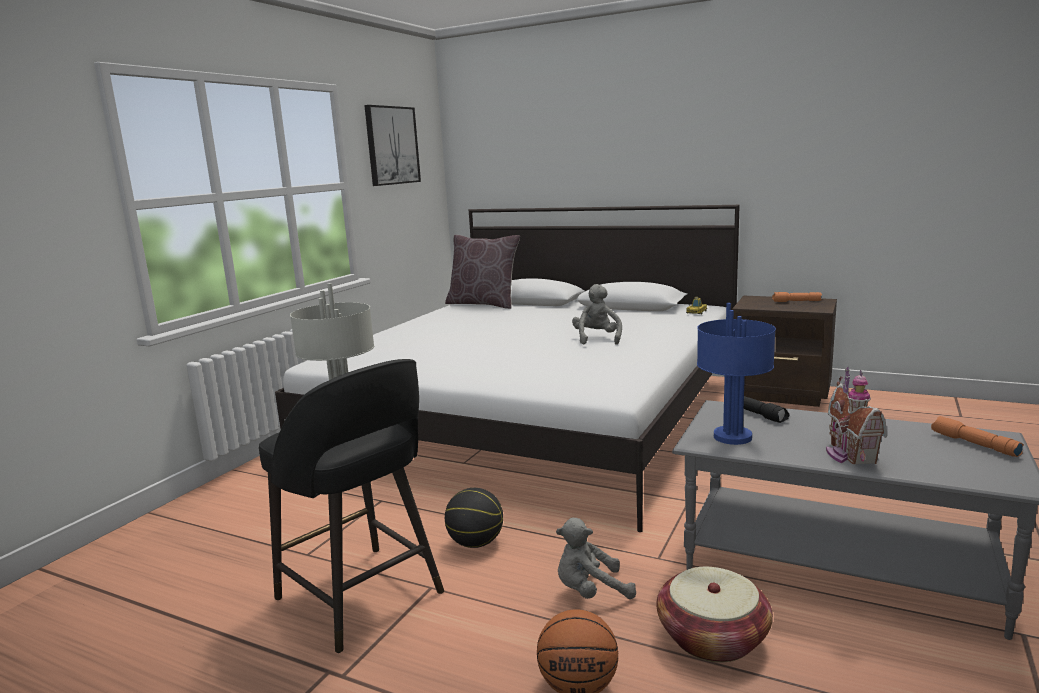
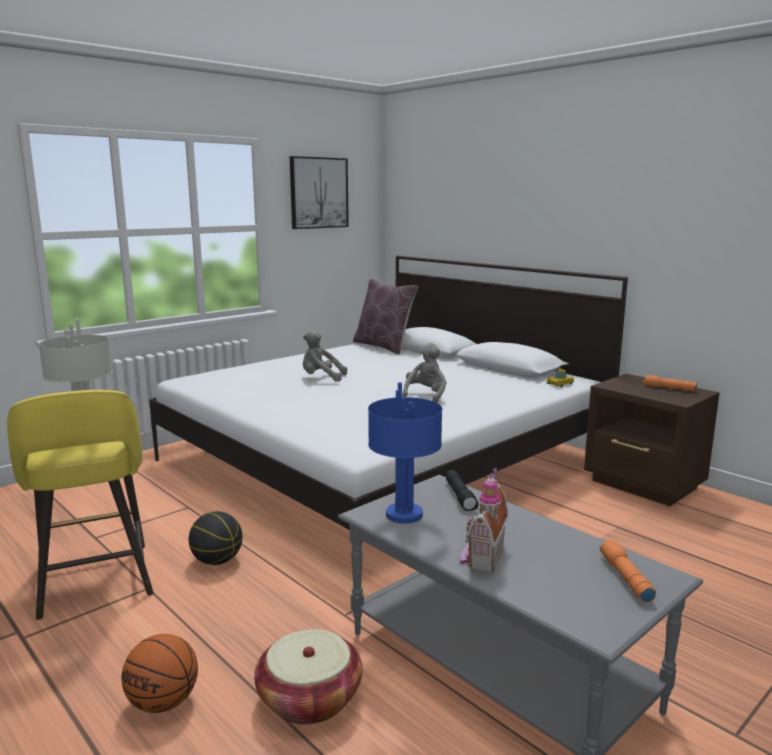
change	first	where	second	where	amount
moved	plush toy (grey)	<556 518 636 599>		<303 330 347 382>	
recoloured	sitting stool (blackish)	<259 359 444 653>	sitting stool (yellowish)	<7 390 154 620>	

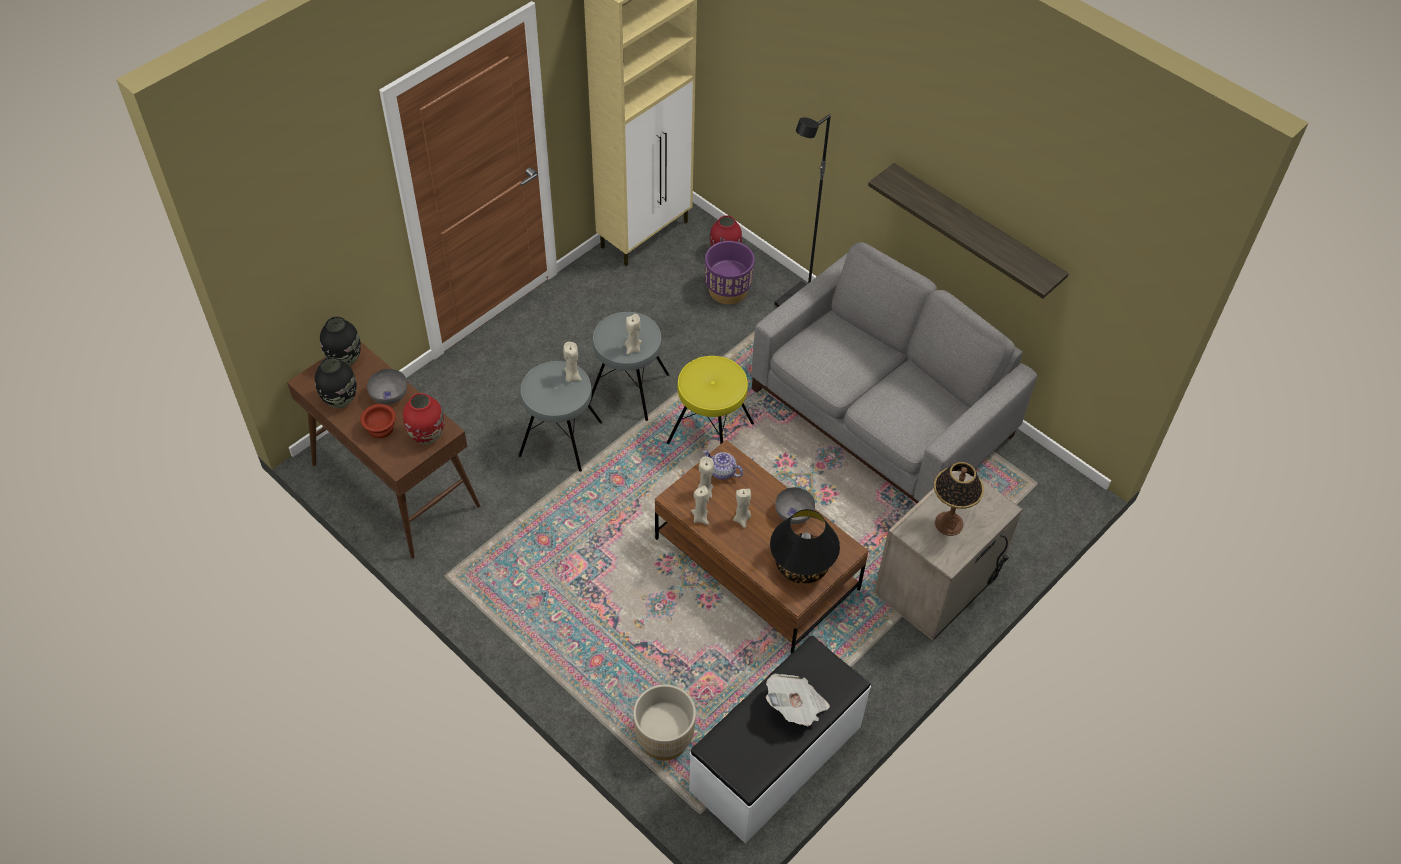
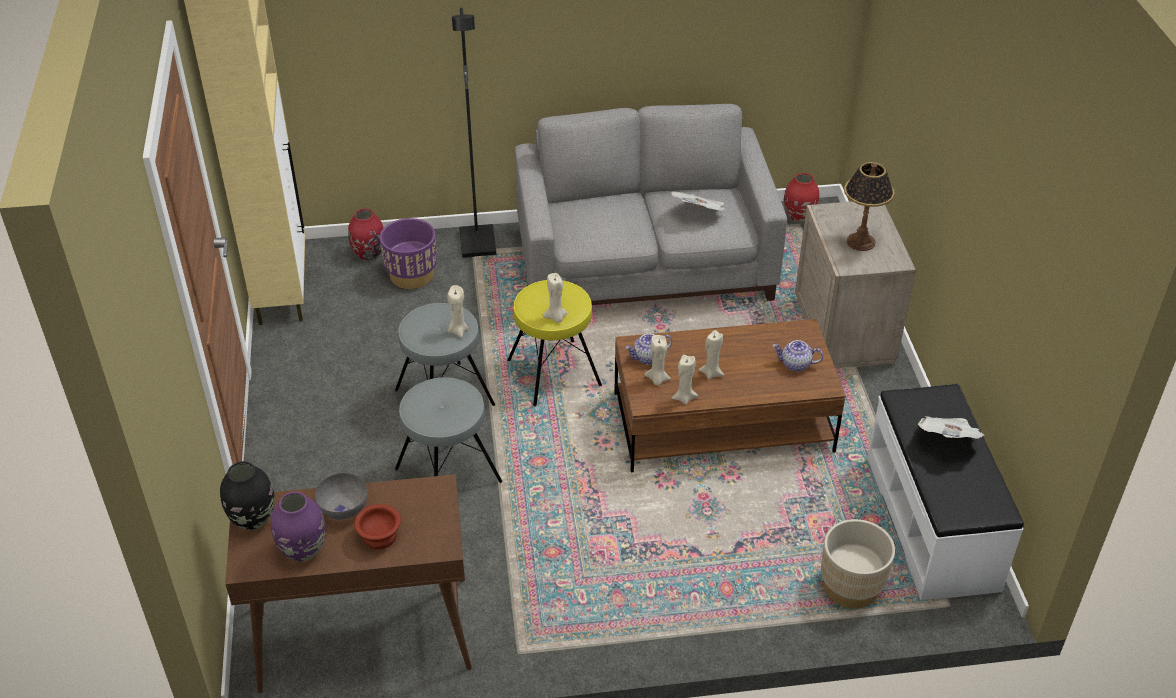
change	first	where	second	where	amount
removed	serving bowl (grey)	<775 487 815 524>			
removed	shelf	<868 163 1069 299>			
added			printed paper	<672 192 725 211>	
moved	vase (reddish)	<403 393 445 444>		<784 173 819 224>	
moved	candle (sand-coloured)	<563 342 582 383>		<543 273 568 322>	
replaced	lamp for a table (blackish)	<770 509 840 584>	pot for tea	<773 340 823 372>	
recoloured	vase (blackish)	<315 357 357 408>	vase (purple-coloured)	<271 492 326 562>	

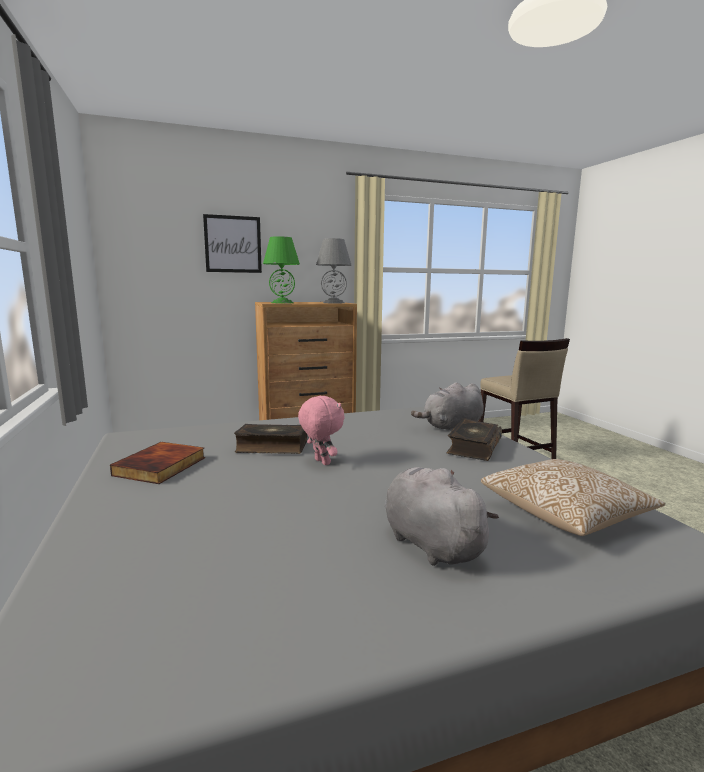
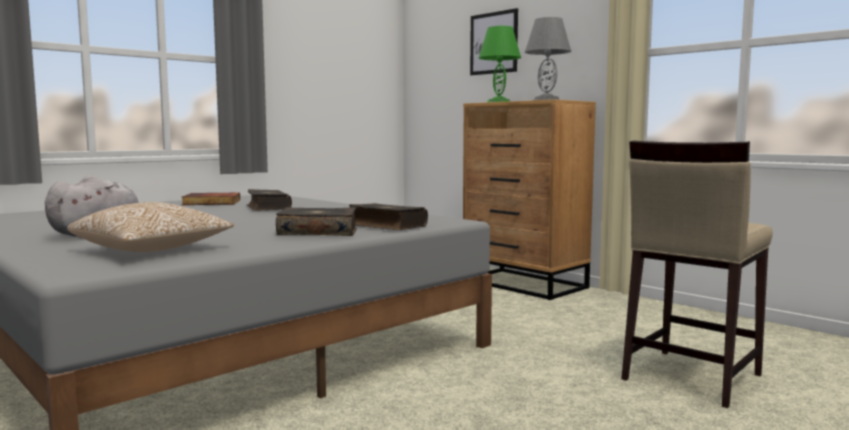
change	first	where	second	where	amount
removed	plush toy (pinkish)	<298 396 344 465>			
replaced	plush toy (grey)	<411 382 484 431>	volume	<349 203 428 230>	

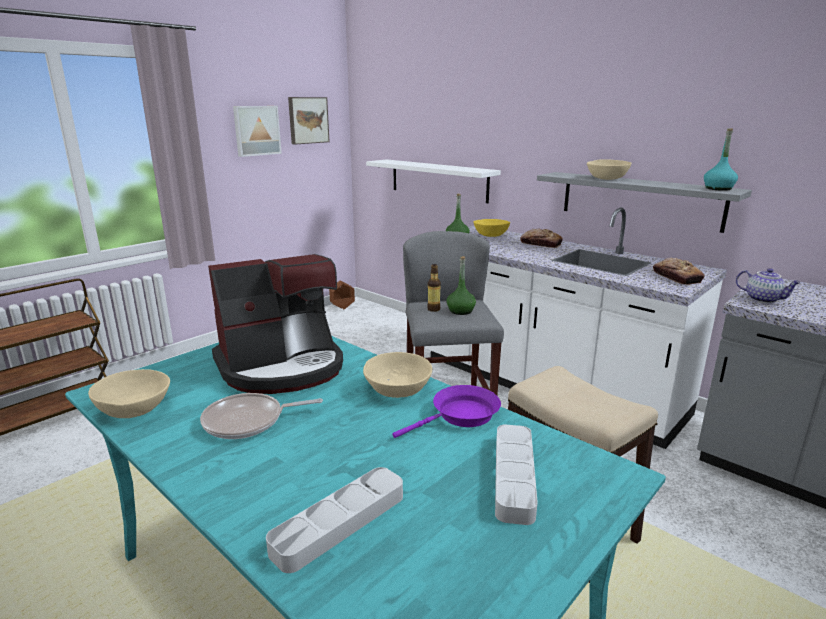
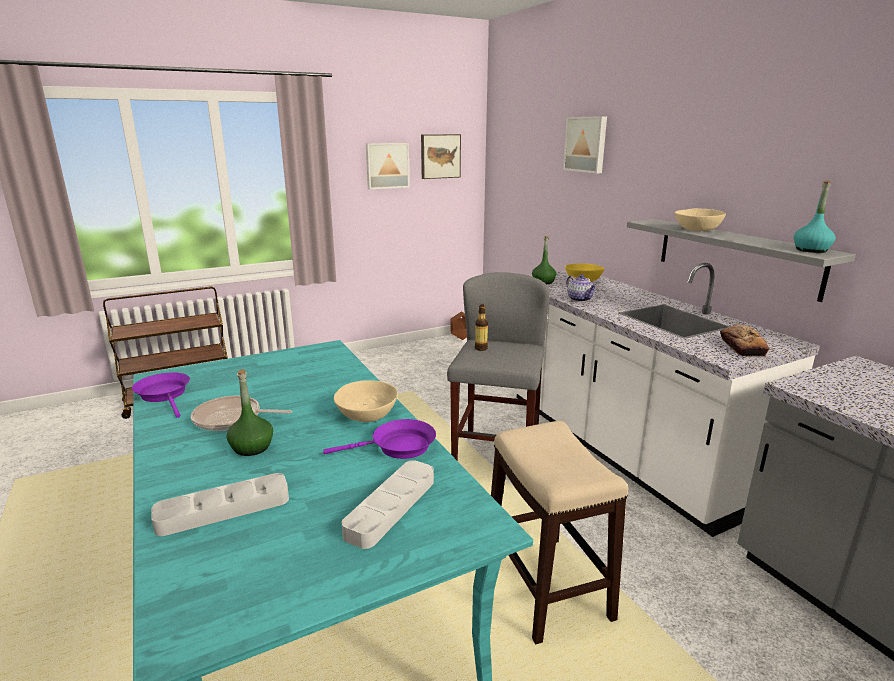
change	first	where	second	where	amount
removed	coffee brewer	<208 254 343 394>			
removed	shelf (white-coloured)	<366 159 501 203>			
removed	bakery bread	<520 229 563 248>			
added			wall art	<563 116 607 174>	
moved	beverage bottle (green)	<446 256 476 315>		<226 369 273 456>	
moved	pot for tea	<736 268 801 303>		<566 274 597 302>	
replaced	serving bowl (sand-coloured)	<88 369 170 418>	pan (purple-coloured)	<132 372 190 418>	

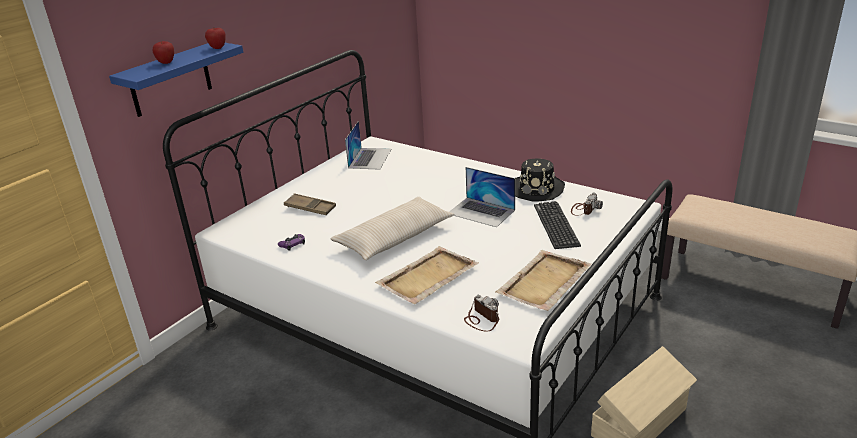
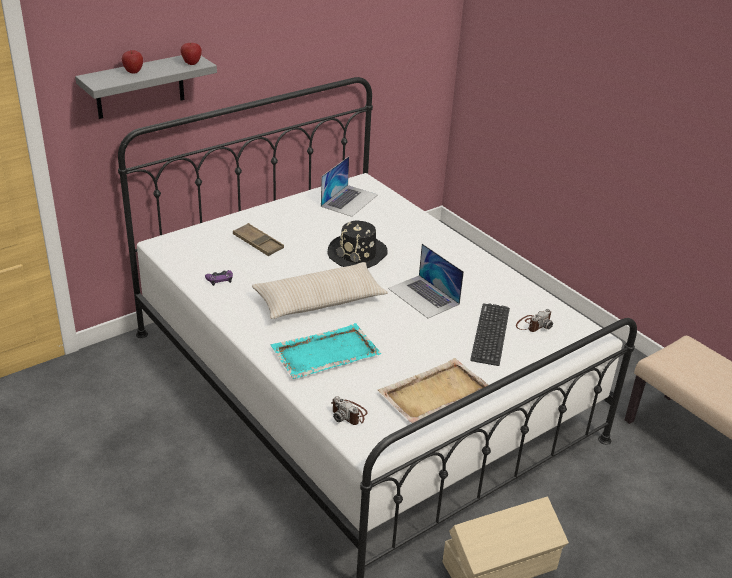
change	first	where	second	where	amount
moved	hat (blackish)	<515 159 565 202>		<327 221 388 268>	
recoloured	shelf (blue)	<109 43 243 117>	shelf (grey)	<75 55 217 119>	
recoloured	serving tray (sand-coloured)	<375 246 479 304>	serving tray (turquoise)	<270 323 382 379>	
turned	still camera	<464 295 499 332>		<331 396 368 425>	150 degrees clockwise

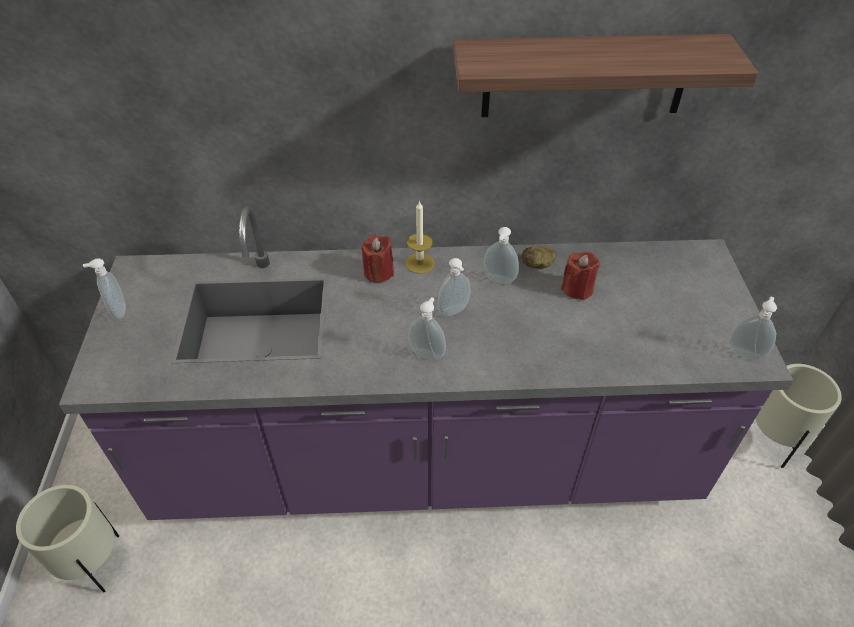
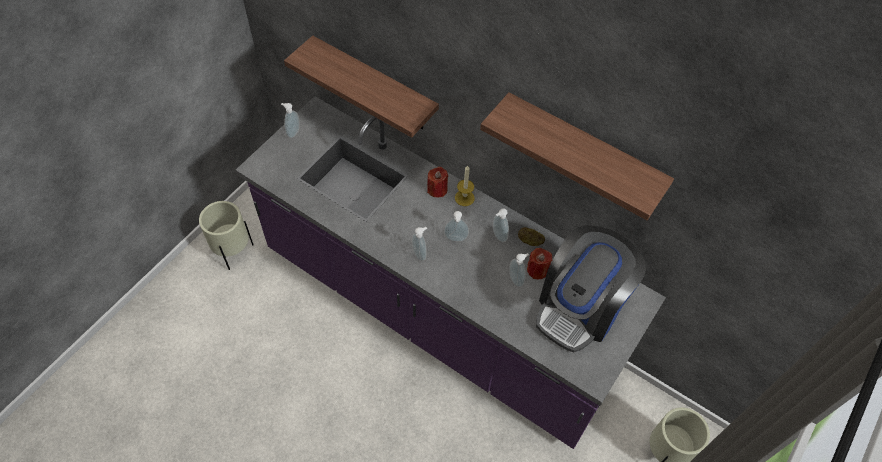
change	first	where	second	where	amount
added			shelf	<284 36 439 138>	
added			coffee brewer	<536 225 646 353>	
moved	liquid soap bottle	<729 297 777 360>		<509 253 529 287>	

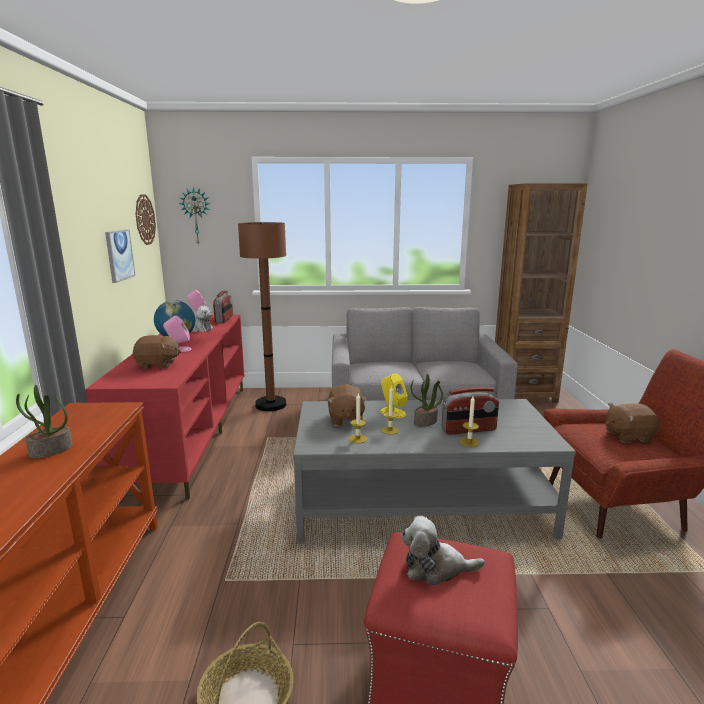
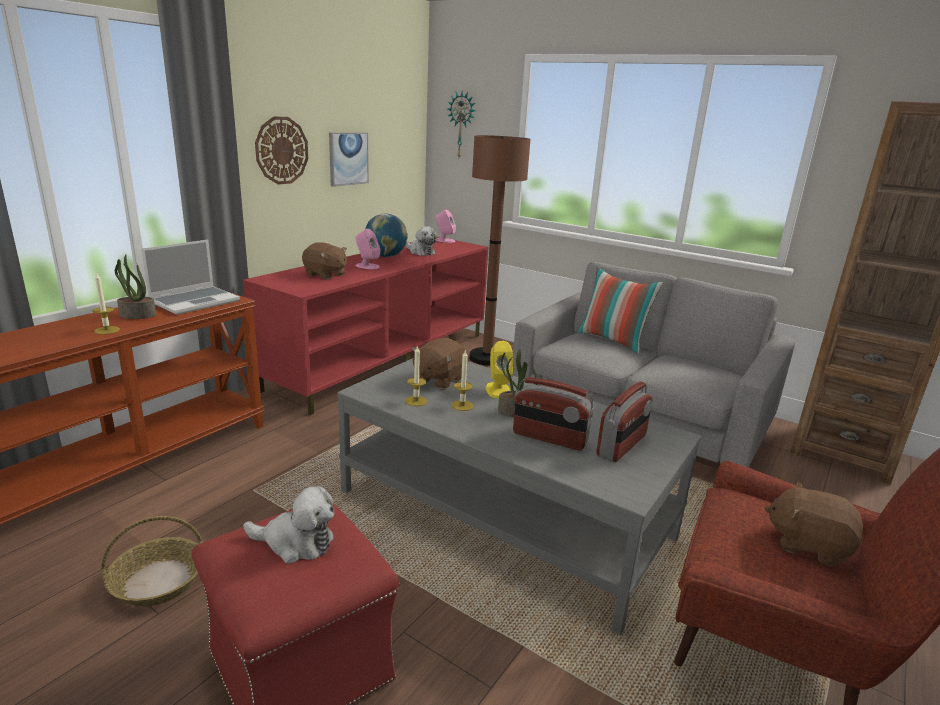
change	first	where	second	where	amount
added			portable computer	<141 239 240 315>	
added			cushion	<577 268 663 354>	
moved	wall clock	<136 194 156 245>		<255 117 308 185>	
moved	radio set	<213 290 233 323>		<596 381 652 462>	
moved	candle	<460 397 479 447>		<92 272 120 334>	
turned	plush toy	<402 516 485 586>		<243 486 334 564>	150 degrees clockwise

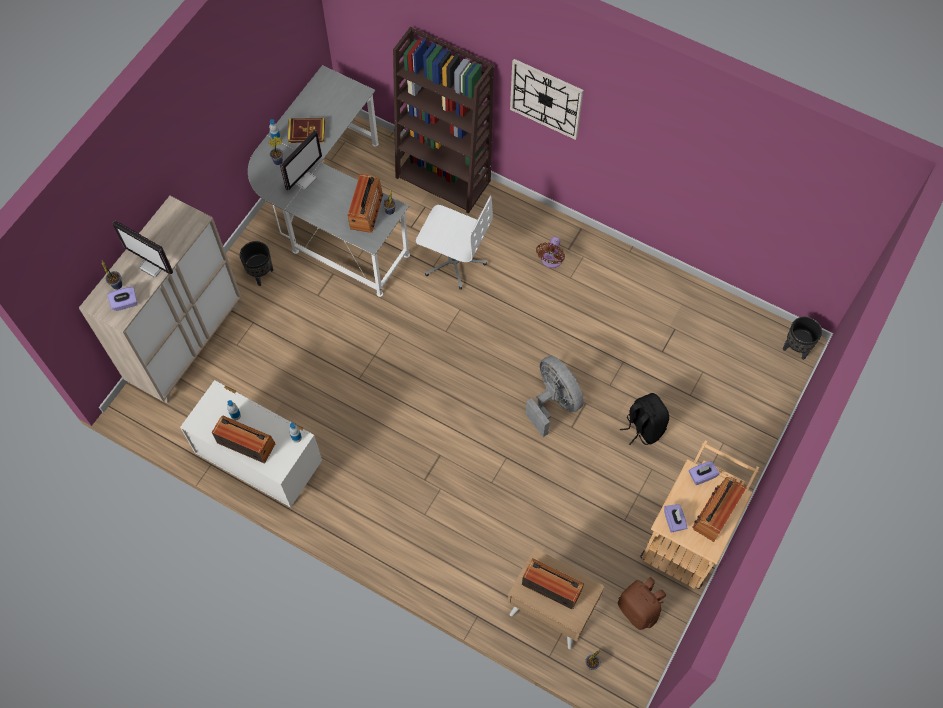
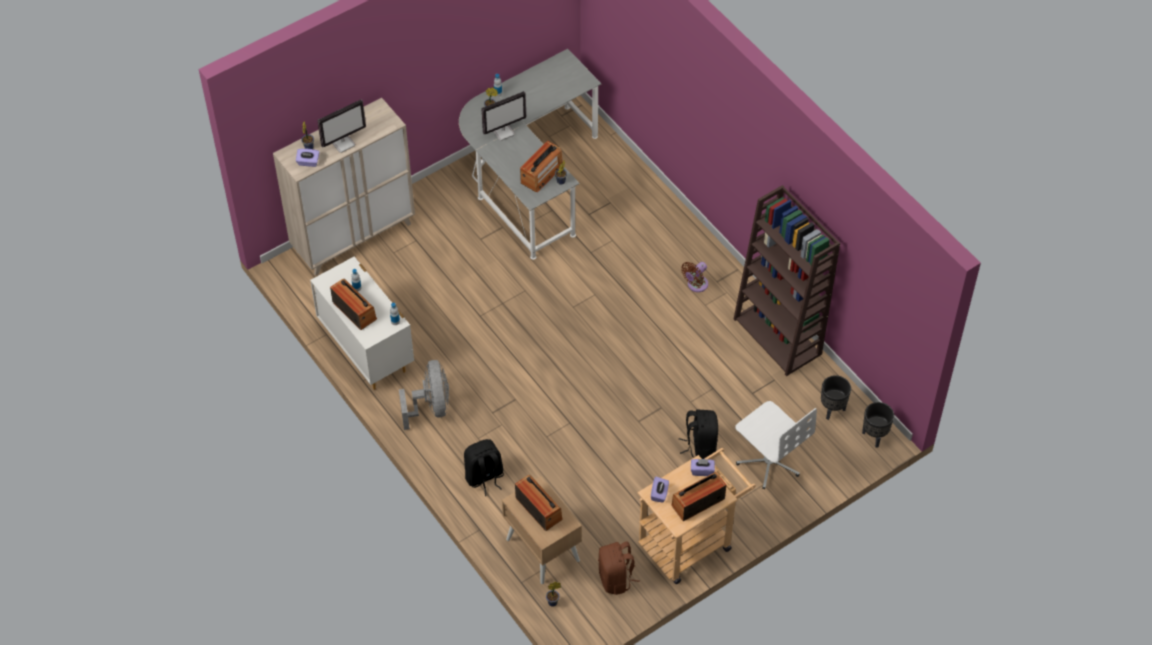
change	first	where	second	where	amount
removed	volume	<288 118 325 143>			
removed	wall clock	<510 59 584 140>			
added			rucksack (blackish)	<464 439 504 496>	
moved	plant pot (blackish)	<240 241 273 286>		<821 375 851 420>	
moved	shelving unit (brown-coloured)	<393 27 494 213>		<734 185 840 376>	
moved	desk chair (white-coloured)	<416 196 493 289>		<735 401 817 489>	
moved	cooling fan (grey)	<525 356 584 437>		<399 360 449 430>	
turned	computer display	<112 221 173 277>		<317 100 366 153>	90 degrees counterclockwise

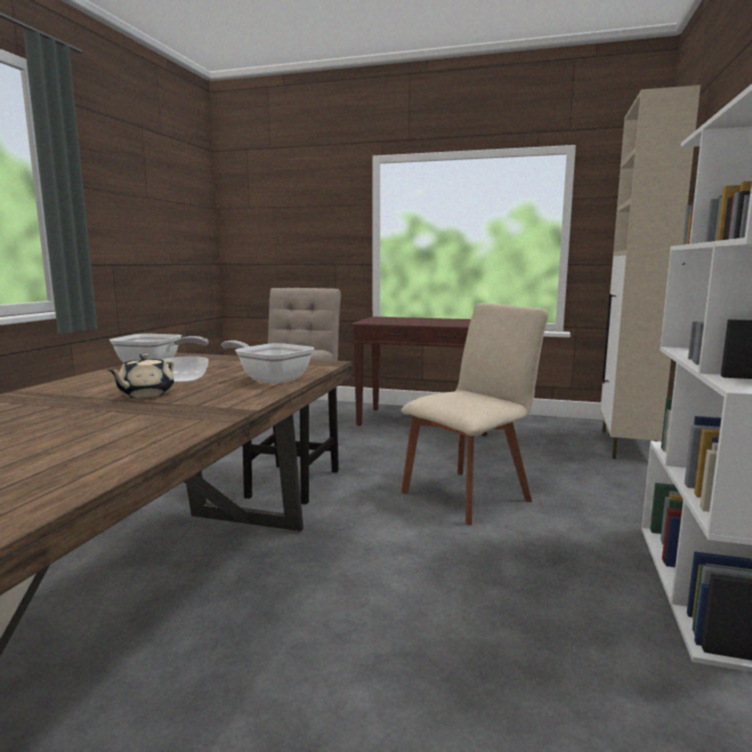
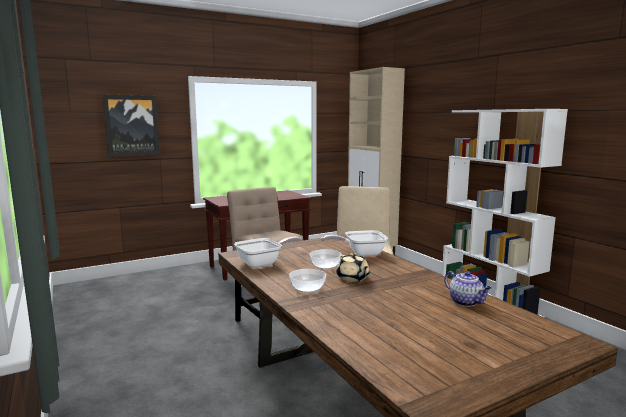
change	first	where	second	where	amount
added			wall art	<102 95 160 157>	
added			serving bowl	<289 269 326 293>	
added			pot for tea	<444 271 492 306>	

